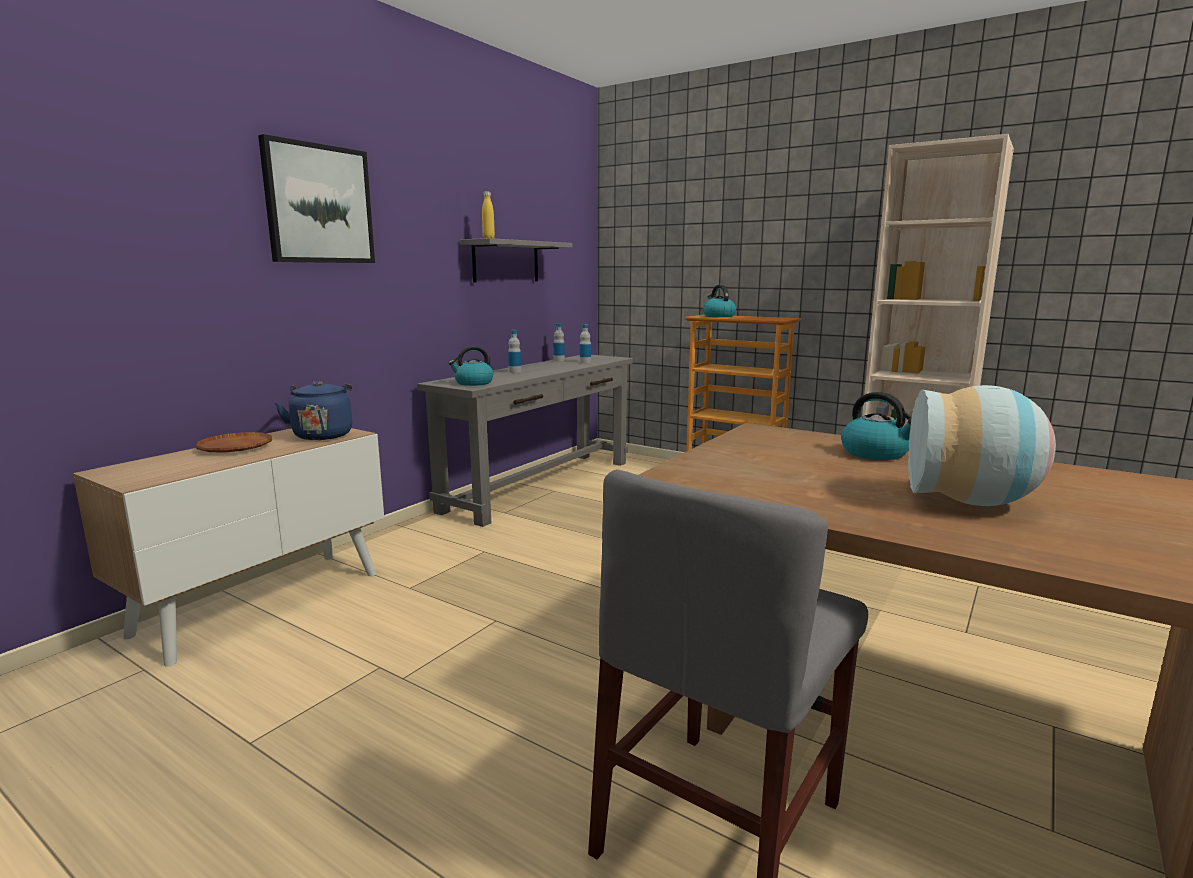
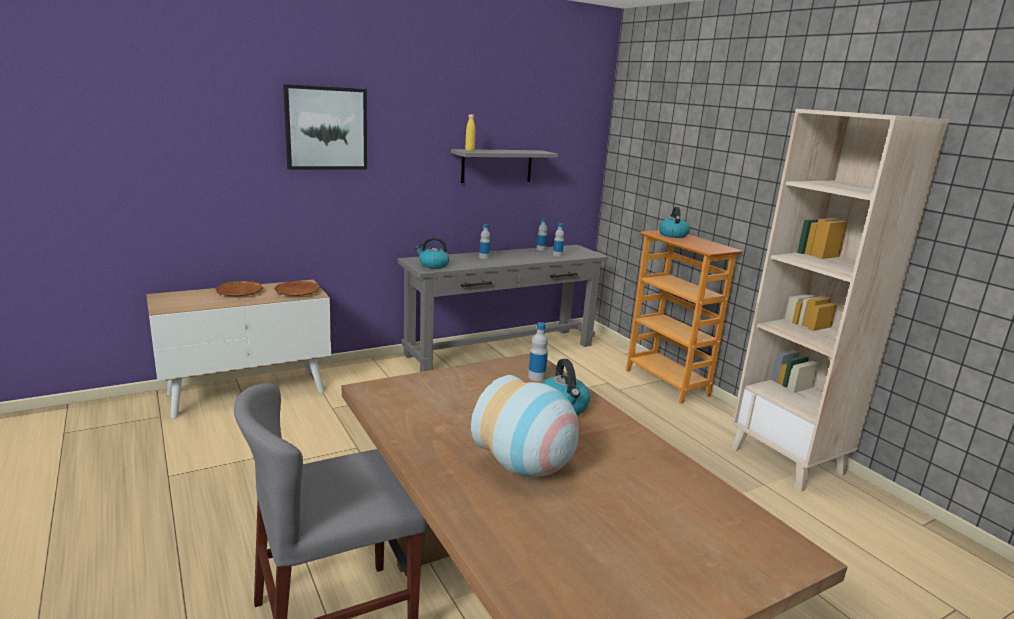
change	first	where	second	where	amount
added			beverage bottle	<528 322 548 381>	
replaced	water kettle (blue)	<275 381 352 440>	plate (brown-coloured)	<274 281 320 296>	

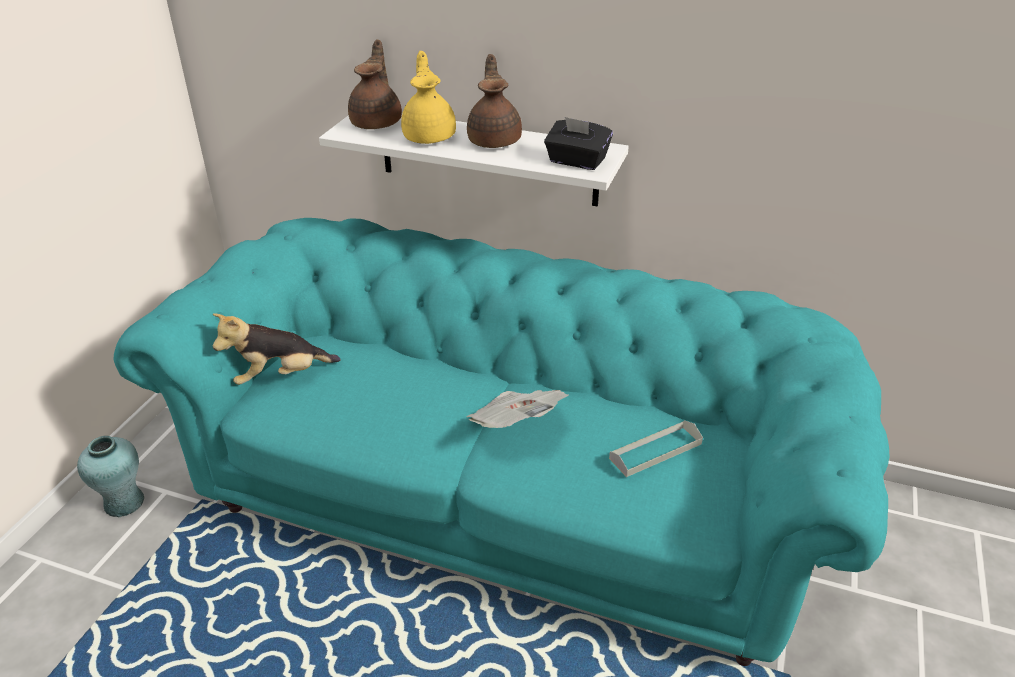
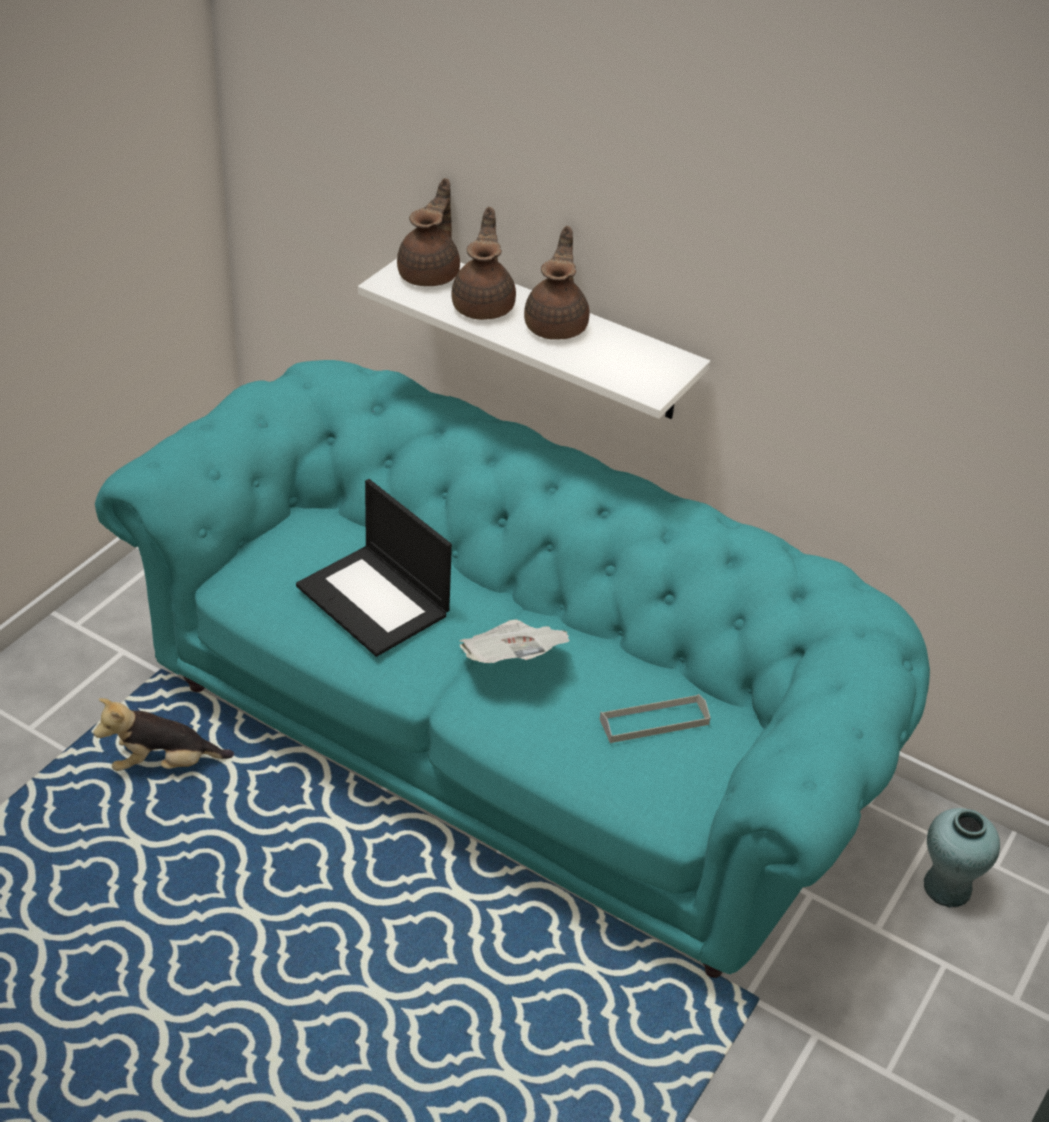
change	first	where	second	where	amount
removed	box of tissues (blackish)	<544 117 613 170>			
added			portable computer	<296 479 452 657>	
moved	vase (turquoise)	<77 436 144 517>		<924 808 1000 908>	
moved	plush toy	<213 313 340 385>		<93 698 234 771>	
recoloured	pot for tea (yellowish)	<401 51 456 144>	pot for tea (brown-coloured)	<451 207 516 320>	

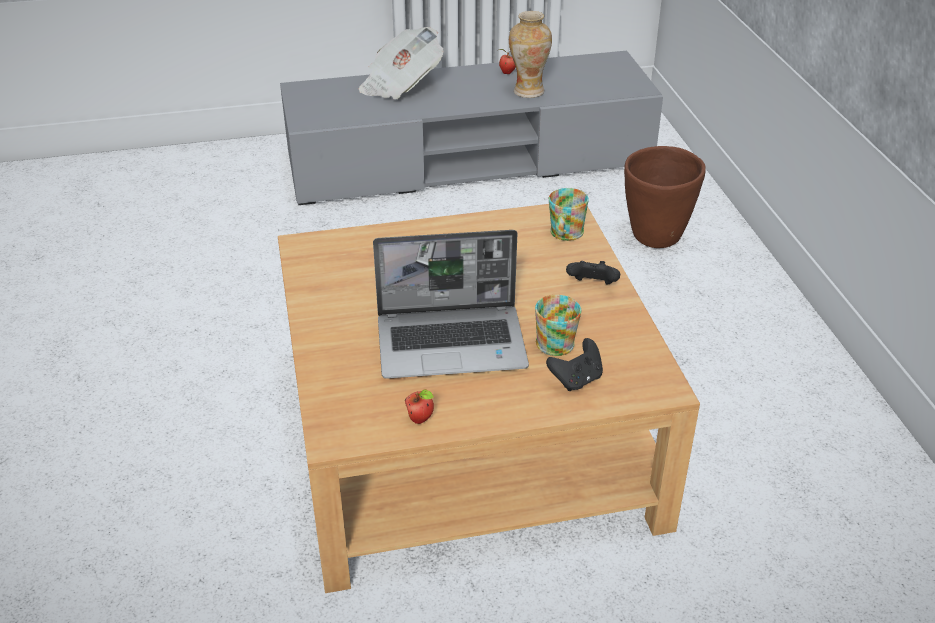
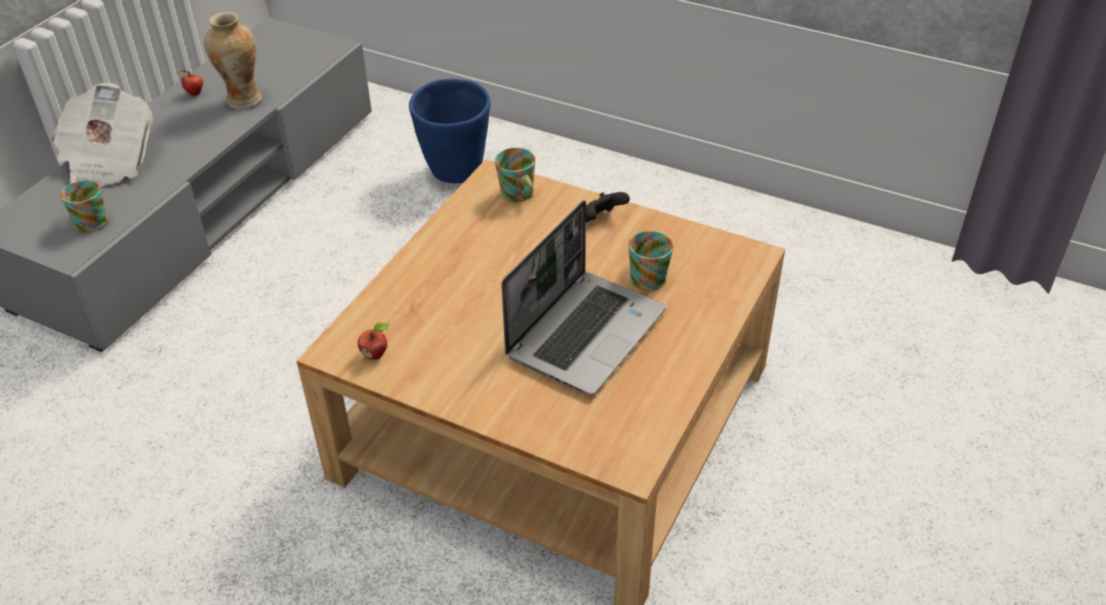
change	first	where	second	where	amount
removed	joypad (blackish)	<546 338 603 391>			
added			tea mug	<60 180 108 232>	
moved	apple	<405 389 434 424>		<358 322 389 360>	
recoloured	plant pot (brown-coloured)	<624 146 706 248>	plant pot (blue)	<409 79 490 183>	

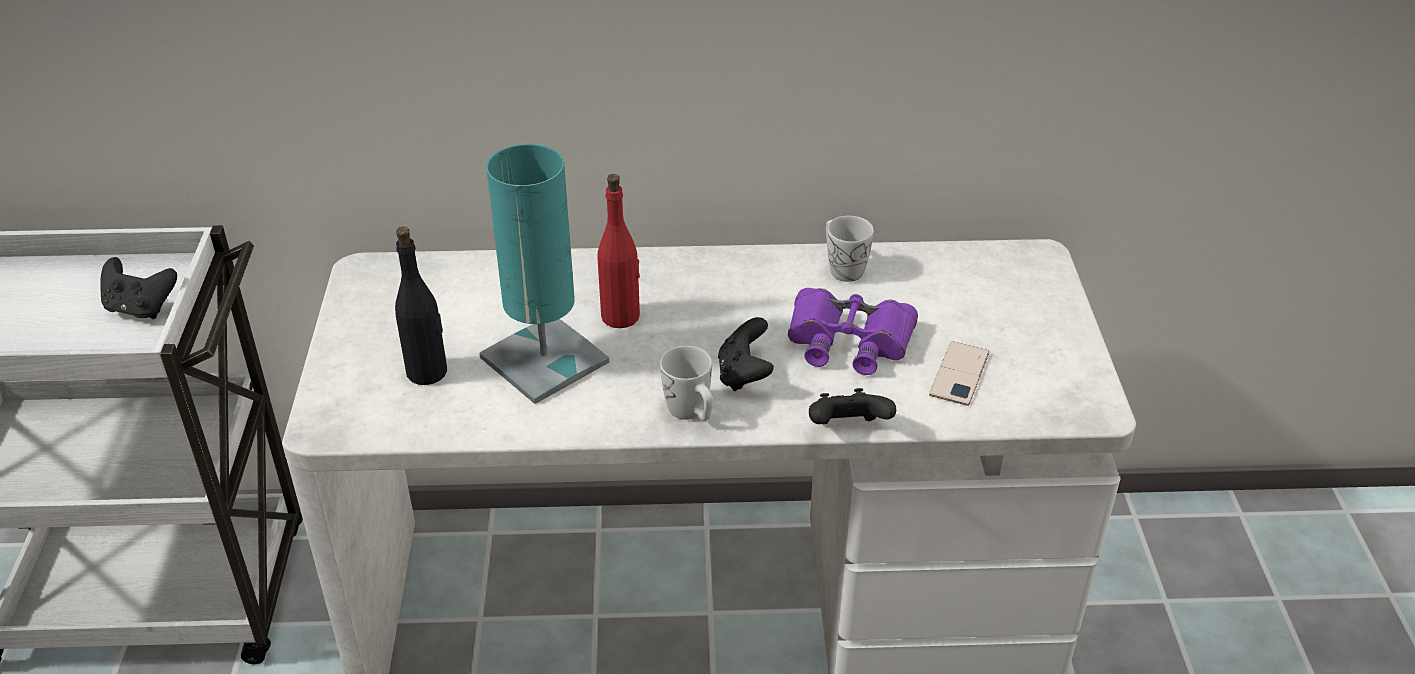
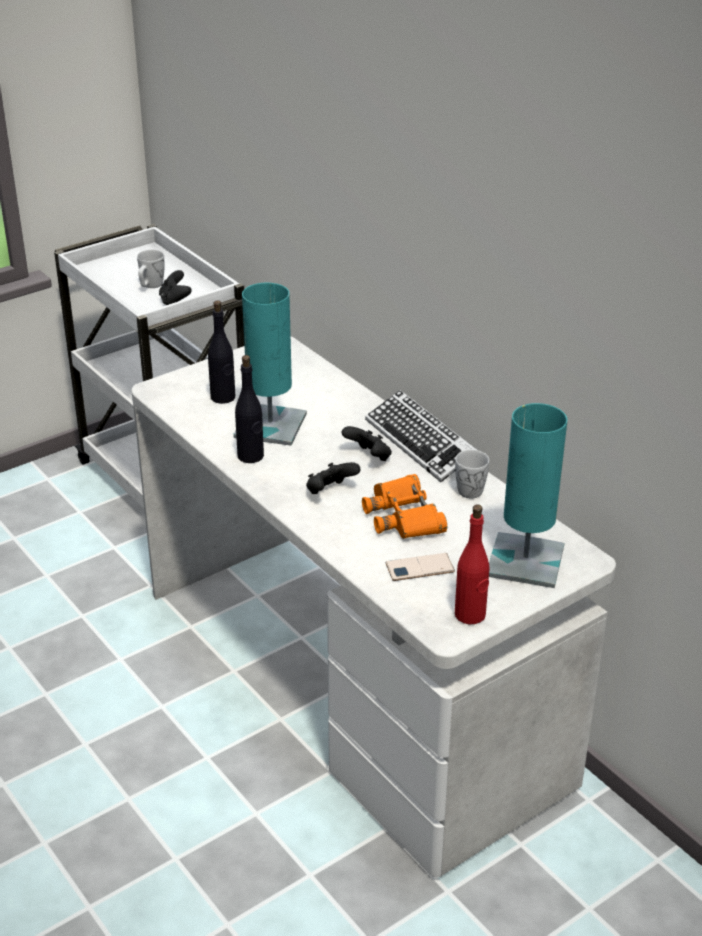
change	first	where	second	where	amount
added			beverage bottle (blackish)	<235 355 264 463>	
added			computer keyboard	<365 390 477 482>	
added			lamp for a table (turquoise)	<489 403 567 588>	
moved	beverage bottle (reddish)	<597 174 640 328>		<455 504 489 624>	
moved	tea mug (white-coloured)	<660 346 713 421>		<137 250 164 288>	
moved	joypad (blackish)	<809 388 896 425>		<342 426 392 461>	
recoloured	binoculars (purple-coloured)	<788 288 918 375>	binoculars (orange-coloured)	<362 474 447 539>	

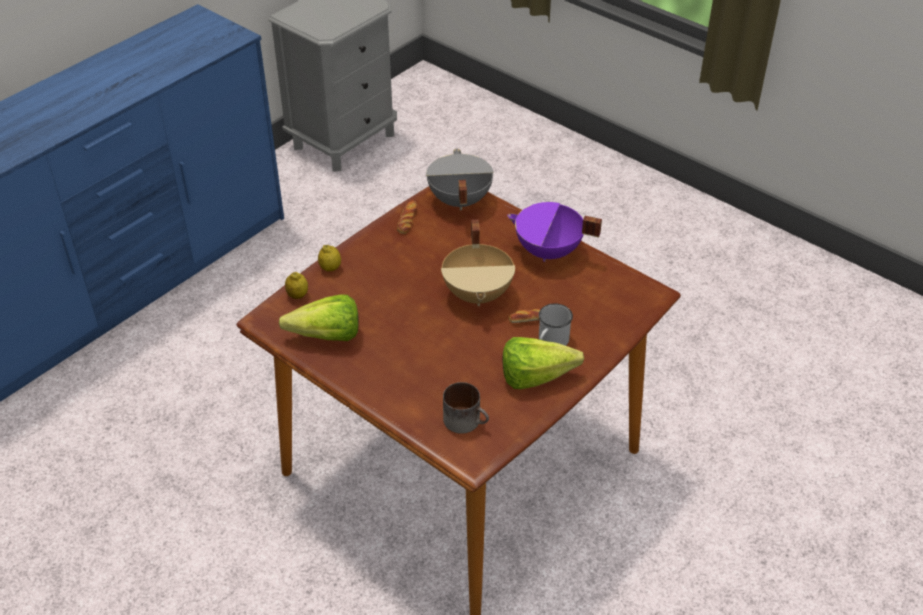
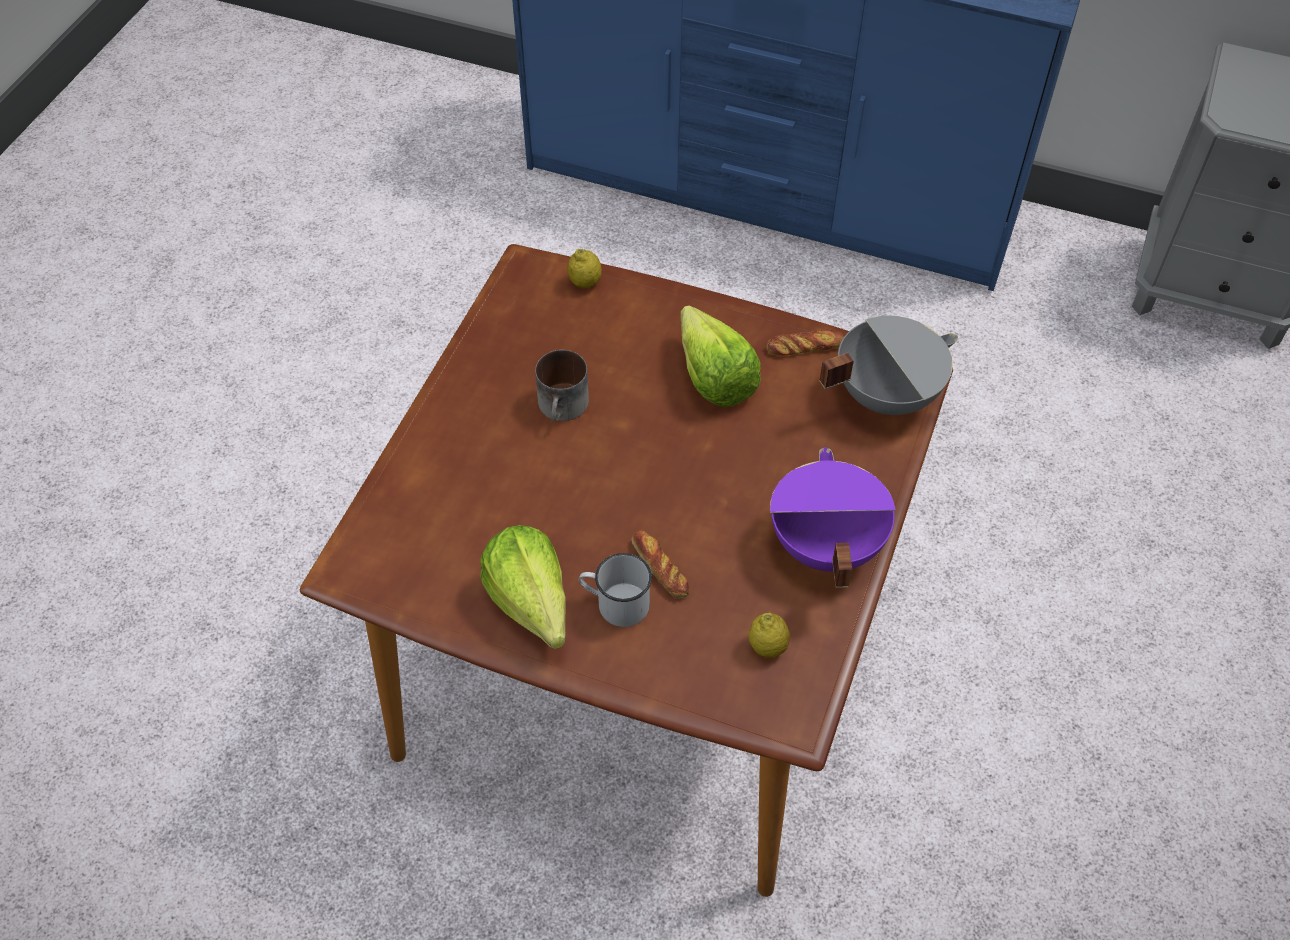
change	first	where	second	where	amount
removed	stockpot (sand-coloured)	<441 219 515 306>			
moved	head of lettuce	<279 294 358 341>		<681 305 761 407>	
moved	whole lemon	<318 245 341 271>		<749 613 790 658>	
moved	tea mug	<443 382 489 434>		<535 350 589 422>	

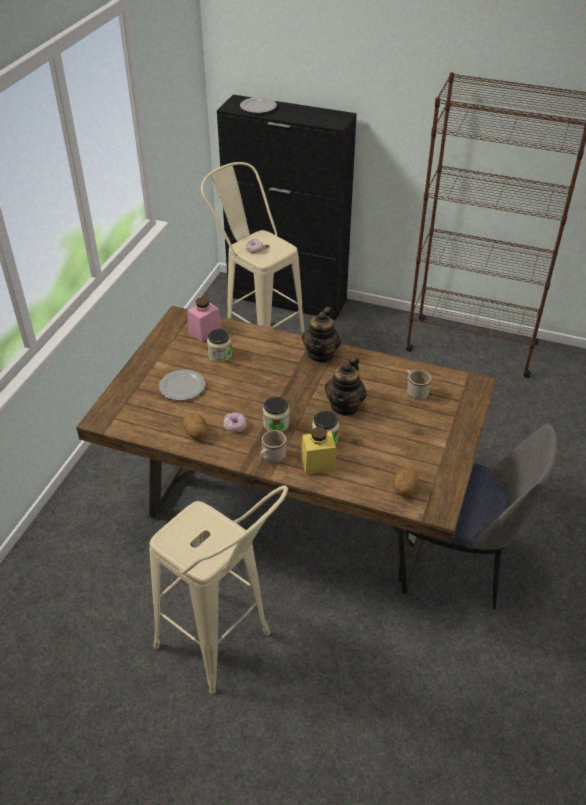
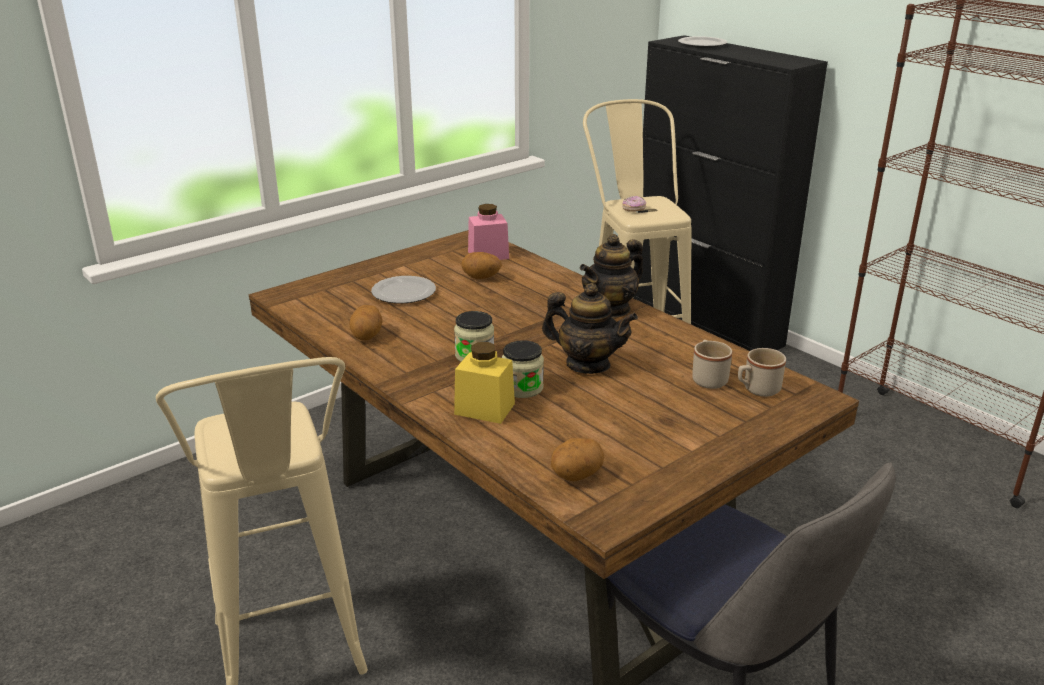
change	first	where	second	where	amount
removed	donut	<224 413 246 433>			
moved	tea mug (sand-coloured)	<260 430 286 462>		<738 348 786 397>	
replaced	jar	<207 329 232 362>	whole potato	<461 252 502 279>	
turned	pot for tea	<325 356 366 416>		<542 283 638 374>	120 degrees counterclockwise

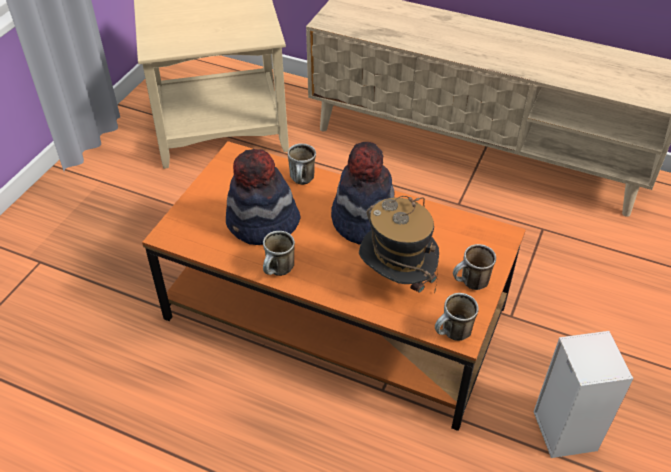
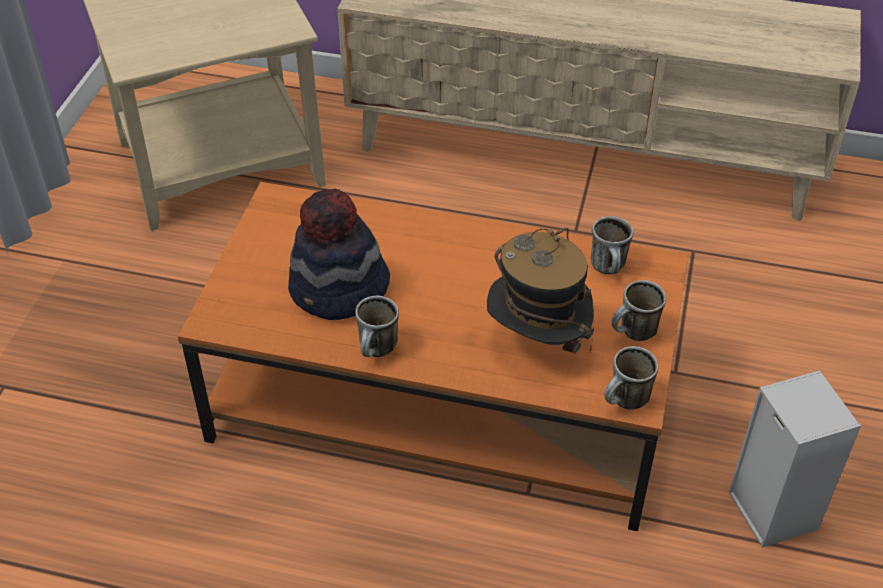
change	first	where	second	where	amount
removed	hat	<331 142 394 245>			
moved	tea mug	<288 143 316 185>		<591 216 633 275>	

